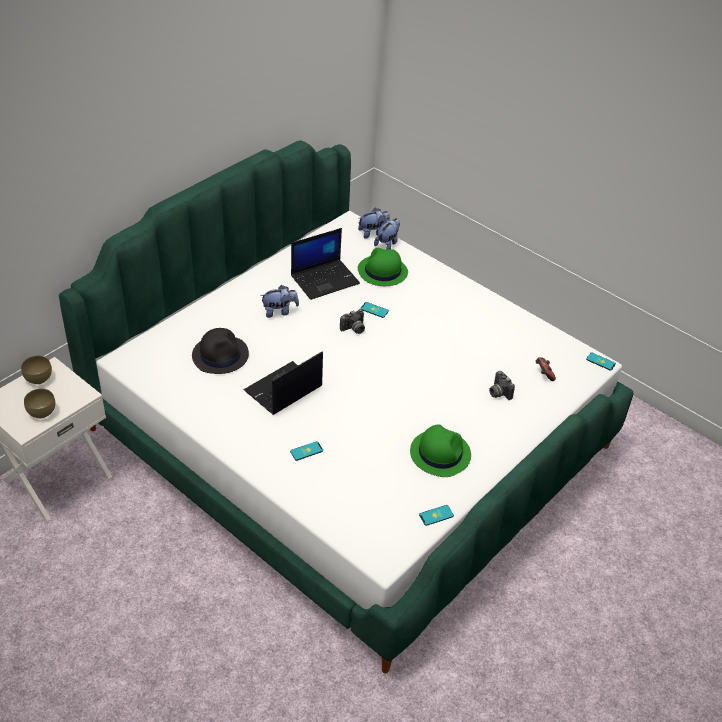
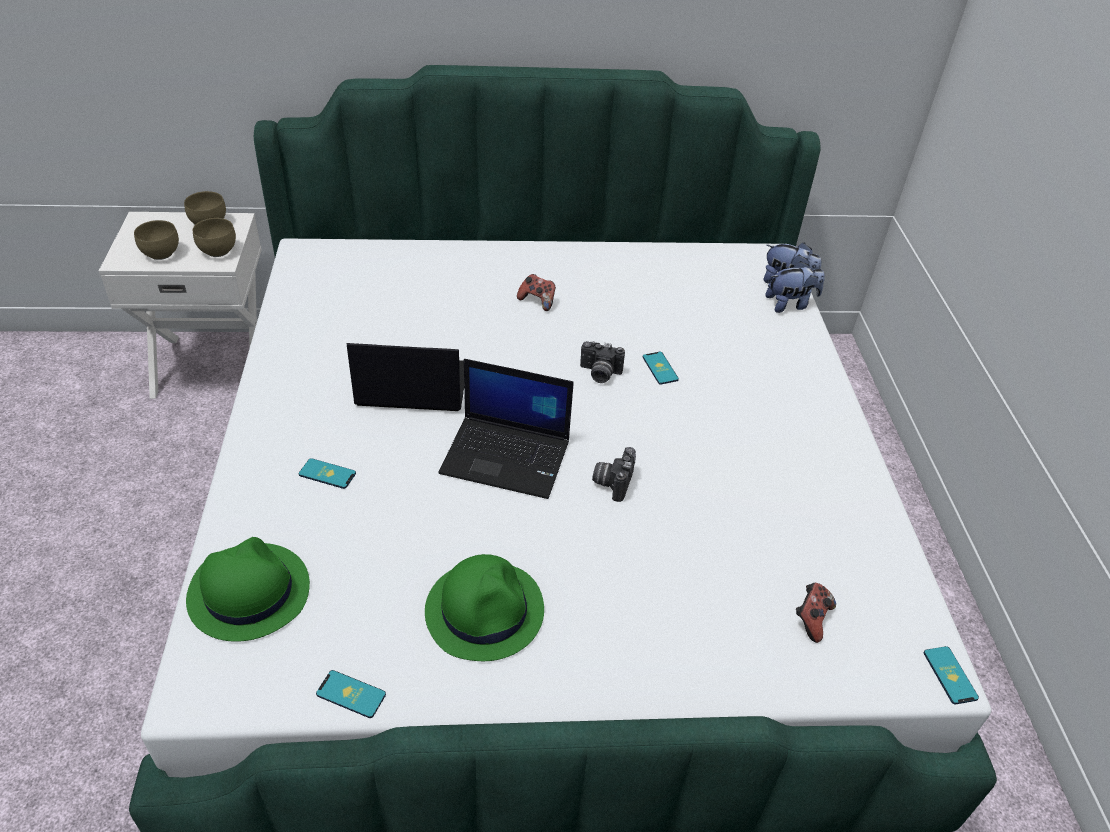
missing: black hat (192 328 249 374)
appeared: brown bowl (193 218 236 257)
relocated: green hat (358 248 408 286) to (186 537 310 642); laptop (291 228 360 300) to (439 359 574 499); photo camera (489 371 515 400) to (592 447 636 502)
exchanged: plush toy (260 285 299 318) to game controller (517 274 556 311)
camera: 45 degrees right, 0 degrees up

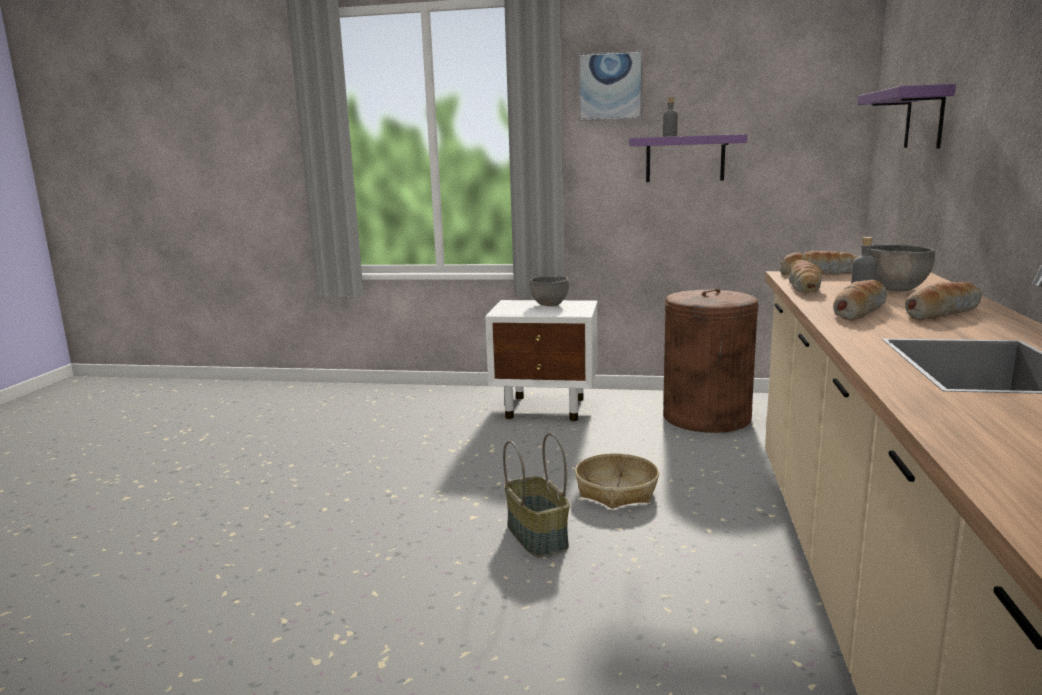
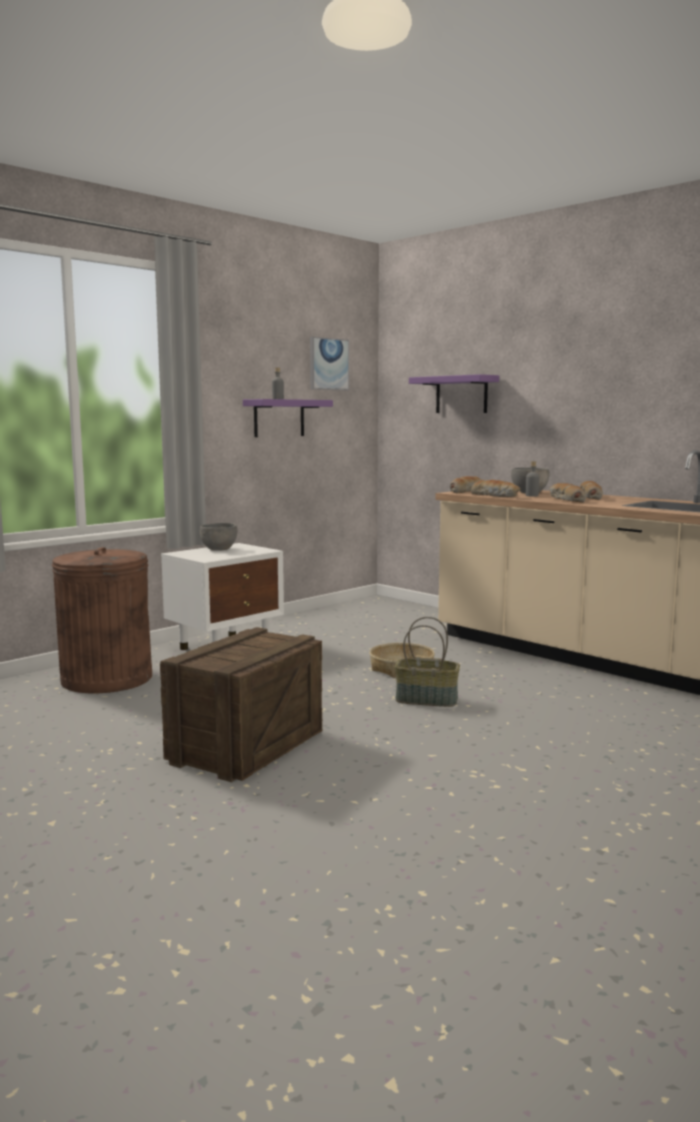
appeared: crate (160 627 322 782)
relocated: brown trash can (663 289 759 433) to (52 547 152 693); picture (578 50 643 121) to (310 336 349 391)
camera: 55 degrees left, 5 degrees down

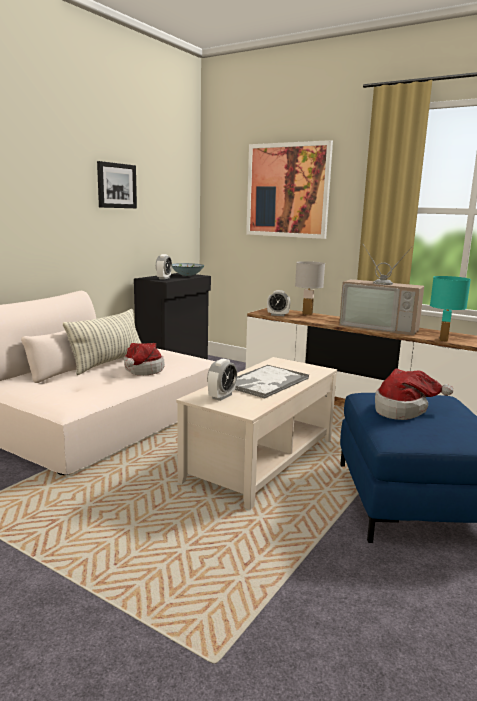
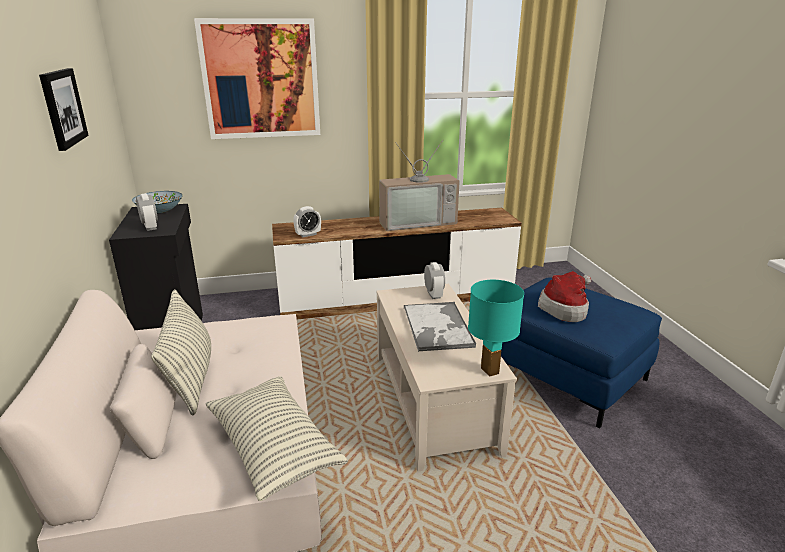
missing: hat (124 343 165 375); white table lamp (295 261 325 315)
appeared: pillow (205 376 348 501)
relocated: alarm clock (207 359 237 401) to (424 262 445 299); turquoise table lamp (430 276 471 342) to (468 280 524 377)
camera: 45 degrees left, 10 degrees up

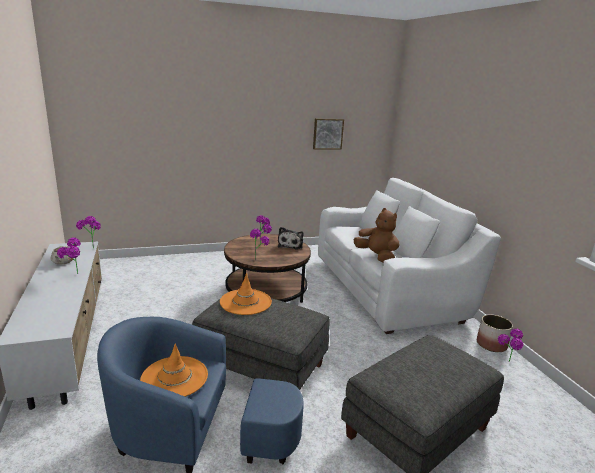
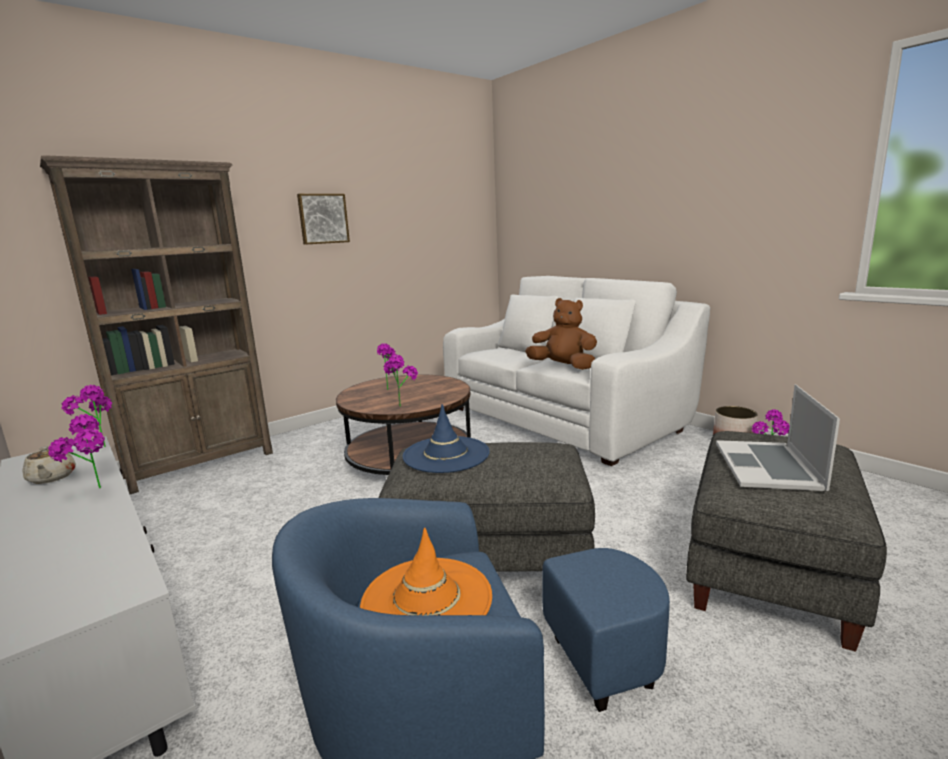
missing: plush toy (278 227 304 250)
appeared: brown bookcase (40 155 273 494); laptop (716 384 840 491)
relocated: picture (313 118 344 150) to (297 194 350 245)
colour: orange hat (220 273 272 315) to blue hat (402 404 490 473)
camera: 20 degrees left, 5 degrees down

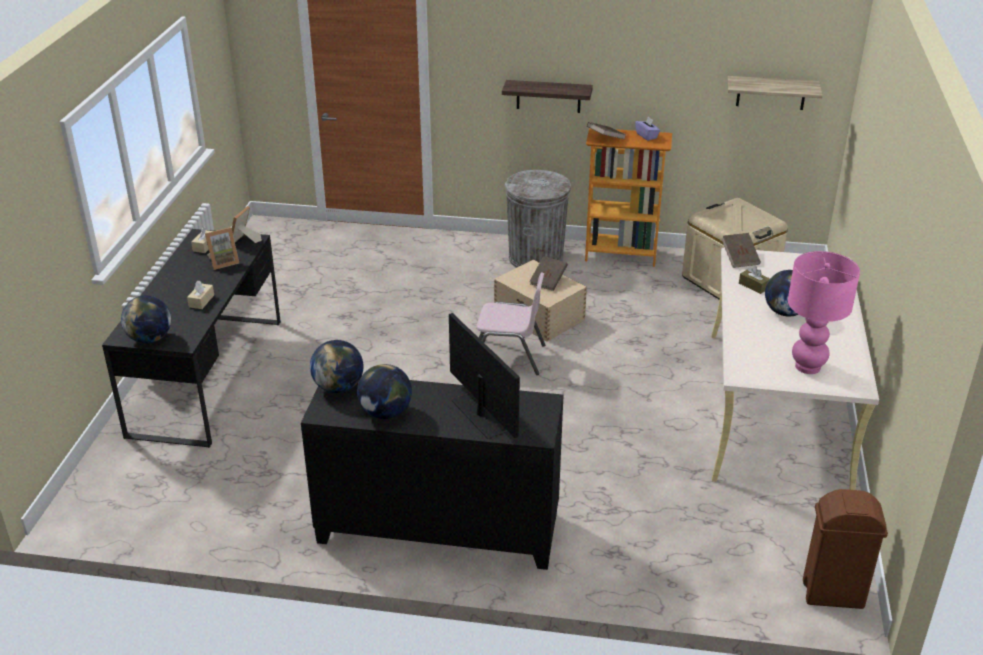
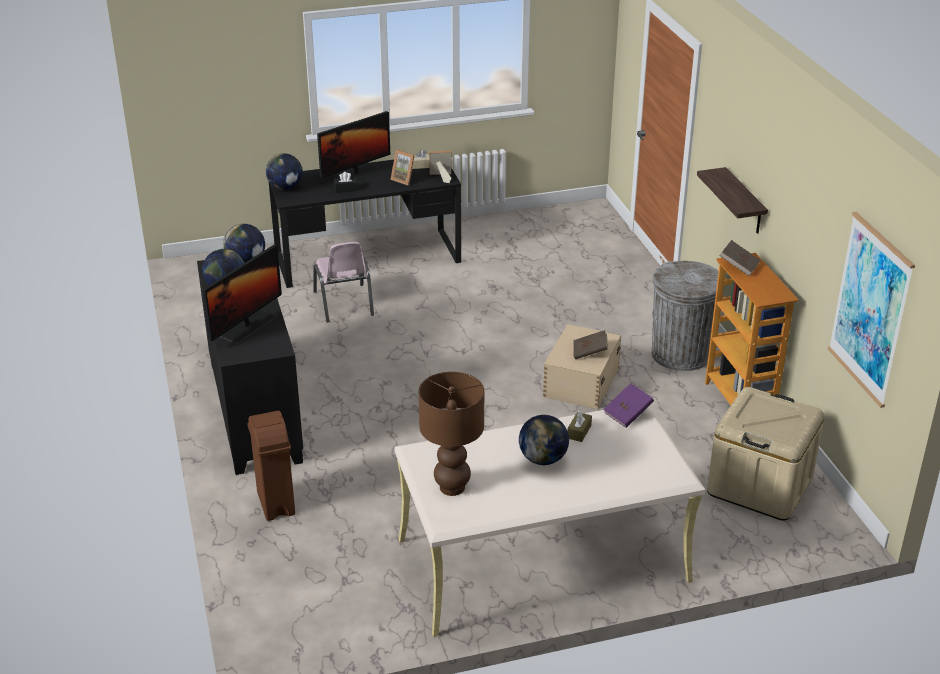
missing: purple tissue box (635 117 660 140)
appeared: monitor (317 111 390 180)
relocated: brown trash can (803 489 888 609) to (248 411 295 521); pink chair (476 272 545 375) to (313 242 374 323)
exchanged: shelf (727 76 823 110) to picture (828 212 915 408)
colour: beige tissue box (187 280 214 309) to black tissue box (334 172 358 193); pink table lamp (788 251 860 374) to brown table lamp (418 372 484 496); brown book (722 233 761 268) to purple book (603 383 654 428)
camera: 65 degrees right, 0 degrees up

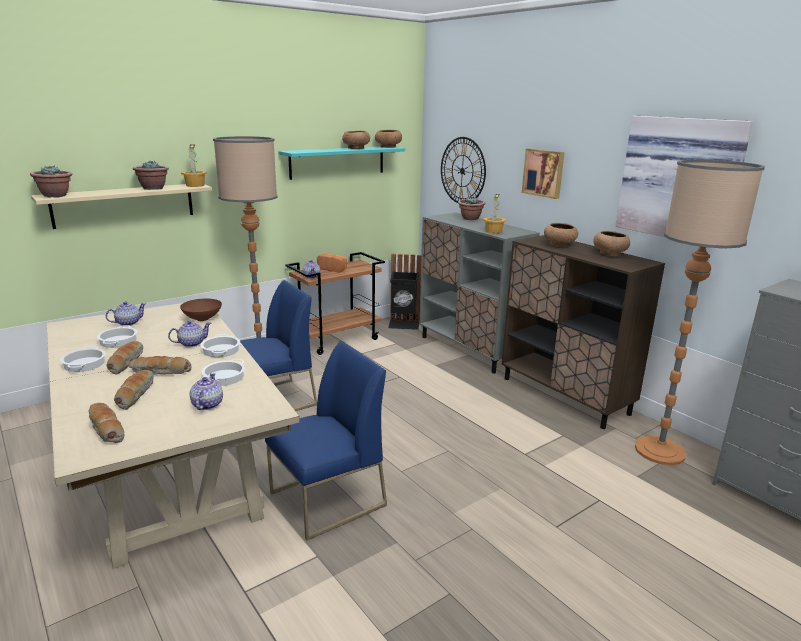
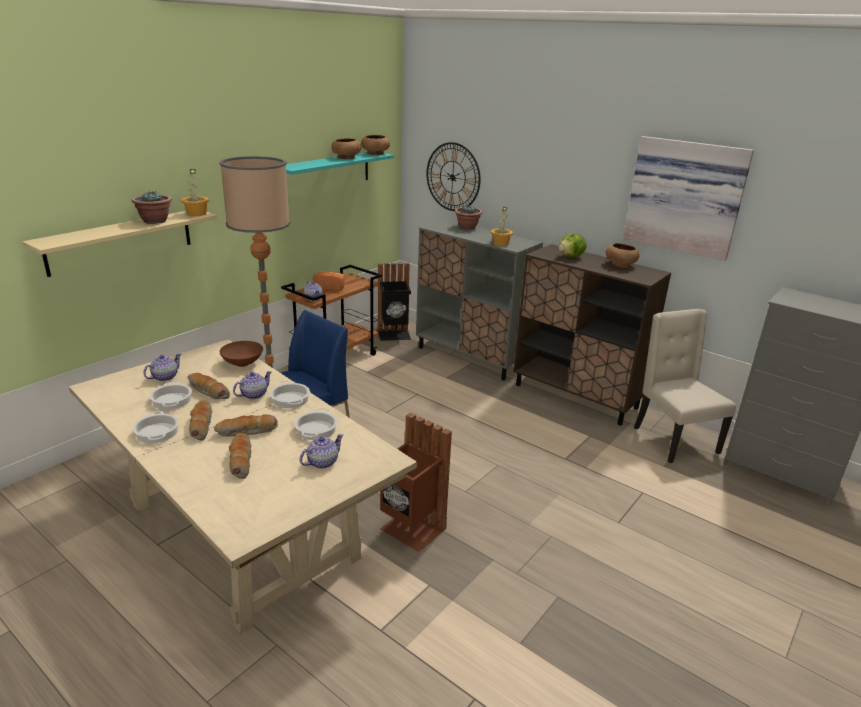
missing: potted plant (30 166 72 197); picture (522 148 565 199)
relocated: bread (89 403 125 443) to (188 373 230 399)
exchanged: blue chair (265 341 387 540) to brown trash can (380 413 452 552); brown bowl (544 223 578 247) to lettuce (559 233 587 257); floor lamp (635 159 765 465) to beige chair (634 309 736 463)
spun: teapot (190 373 223 410) = (300 434 343 469) 60 degrees clockwise
camera: 15 degrees left, 5 degrees up

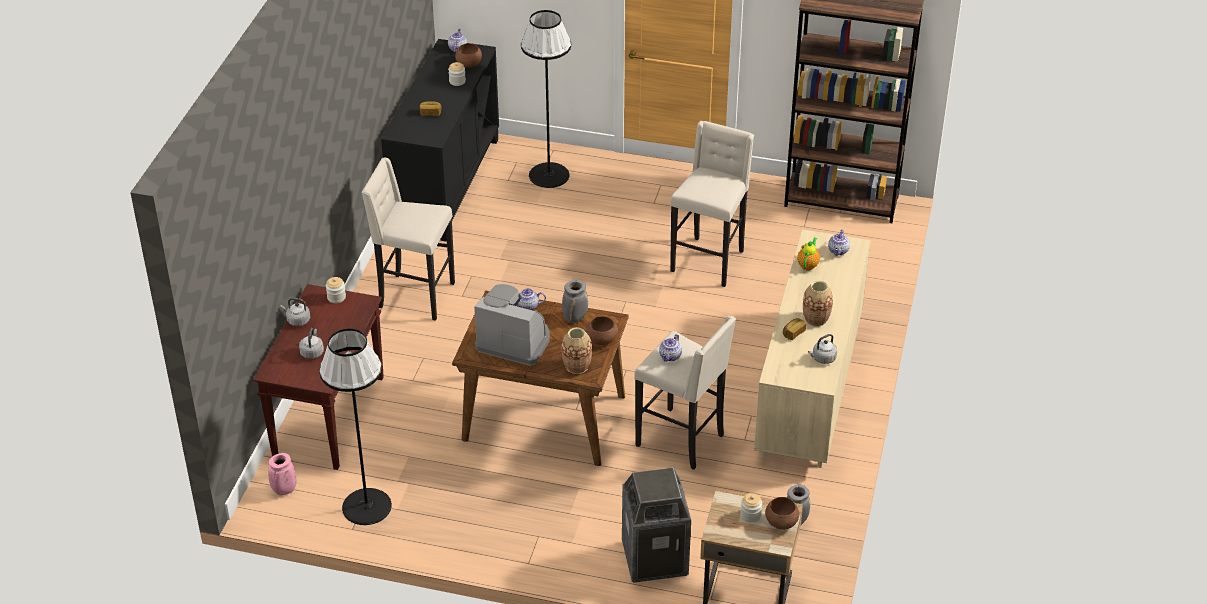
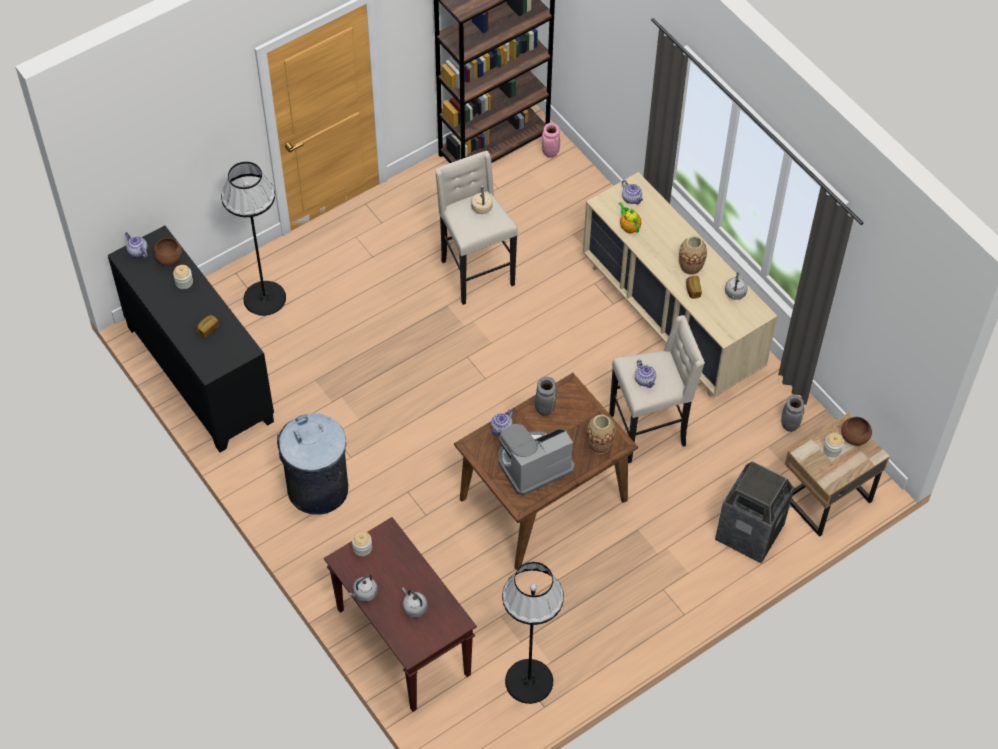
missing: brown bowl (586 316 618 345)
appeared: beige kettle (471 186 493 214)
relocated: pink vase (268 453 296 495) to (542 123 560 158)
exchanged: beige stool (362 158 455 321) to grey trash can (277 413 348 515)
camera: 50 degrees left, 15 degrees up

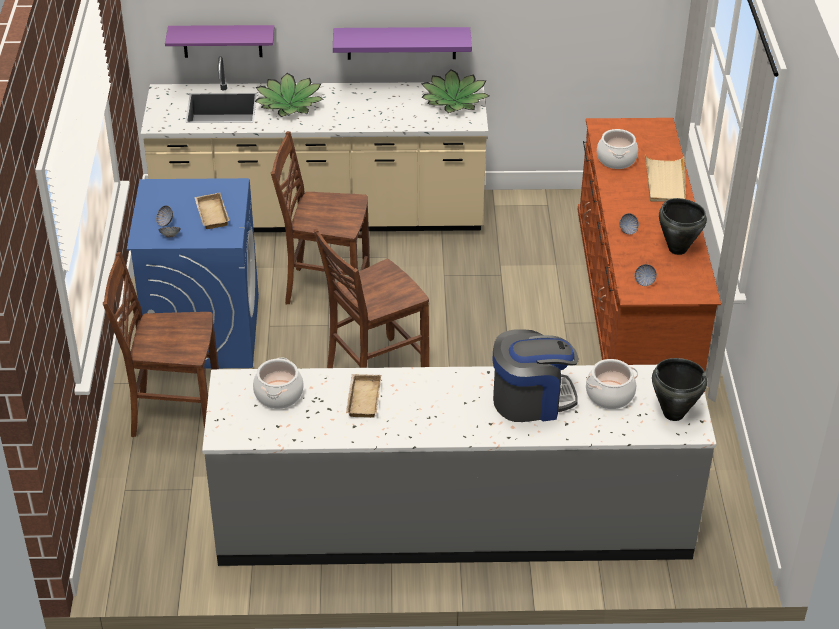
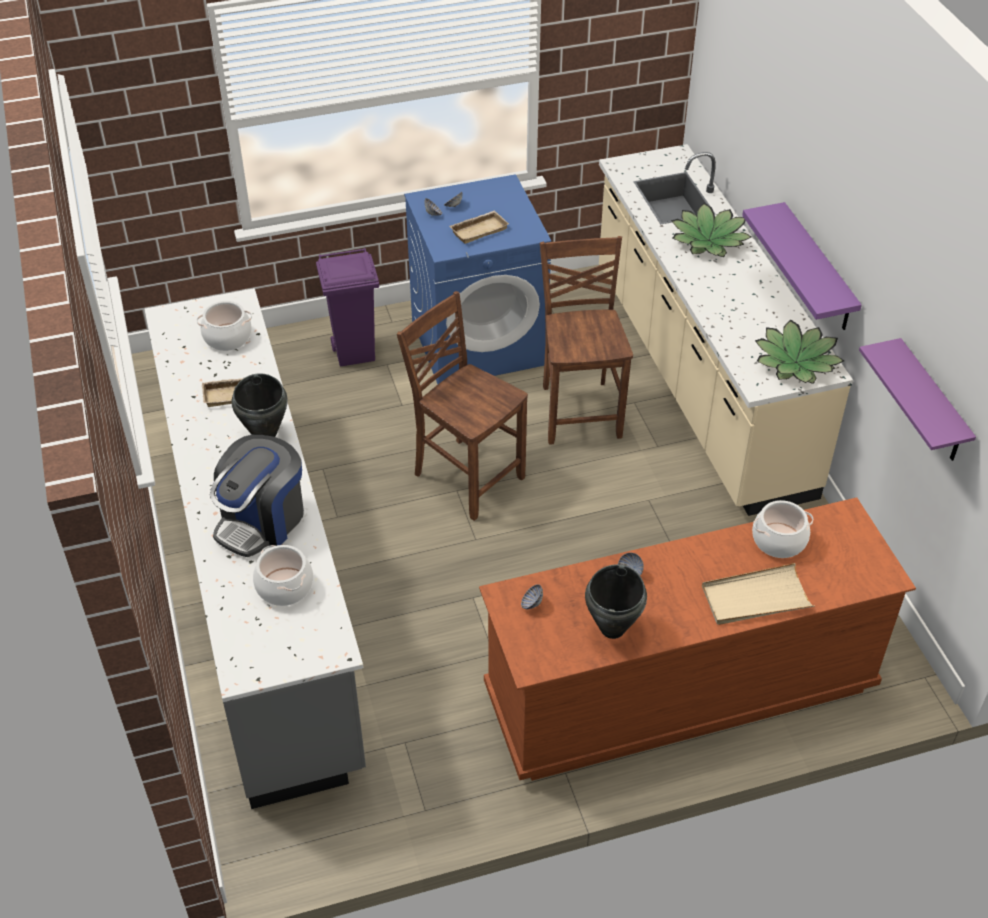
relocated: black cooking pot (652 358 707 421) to (231 373 288 437); purple shelf (165 25 274 58) to (859 338 976 461)
exchanged: brown chair (103 252 219 437) to purple trash can (316 248 379 367)
spun: coffee machine (492 329 578 422) = (210 435 304 557) 60 degrees clockwise
camera: 75 degrees right, 5 degrees up

